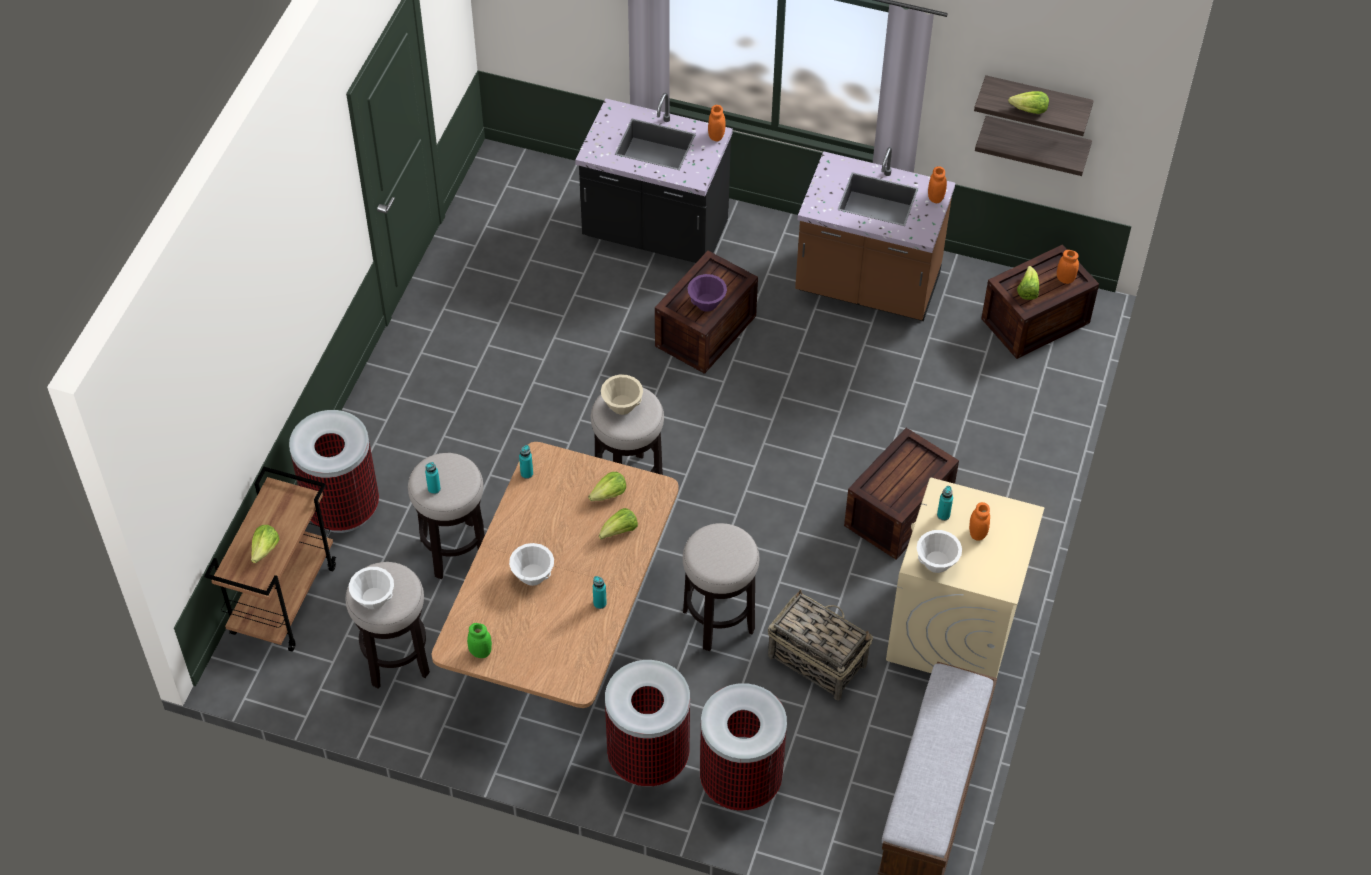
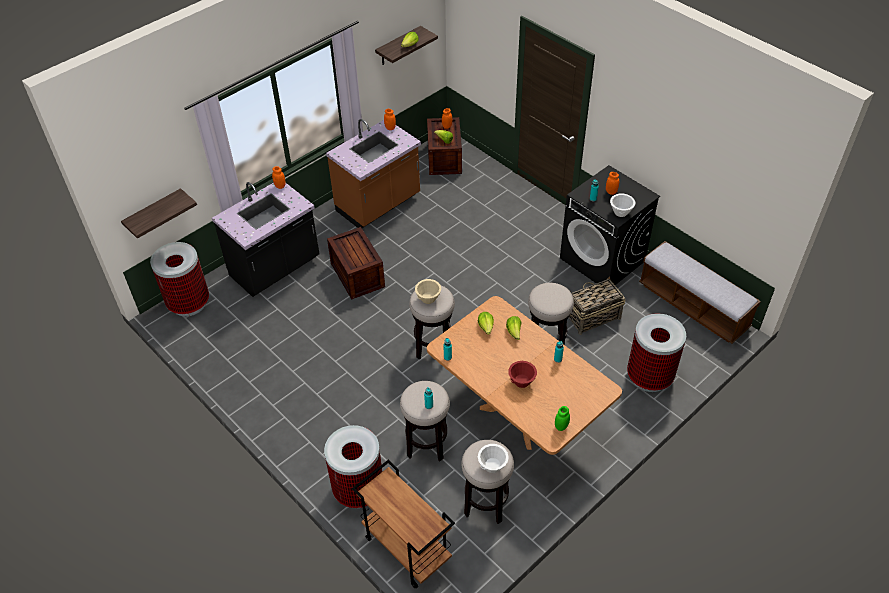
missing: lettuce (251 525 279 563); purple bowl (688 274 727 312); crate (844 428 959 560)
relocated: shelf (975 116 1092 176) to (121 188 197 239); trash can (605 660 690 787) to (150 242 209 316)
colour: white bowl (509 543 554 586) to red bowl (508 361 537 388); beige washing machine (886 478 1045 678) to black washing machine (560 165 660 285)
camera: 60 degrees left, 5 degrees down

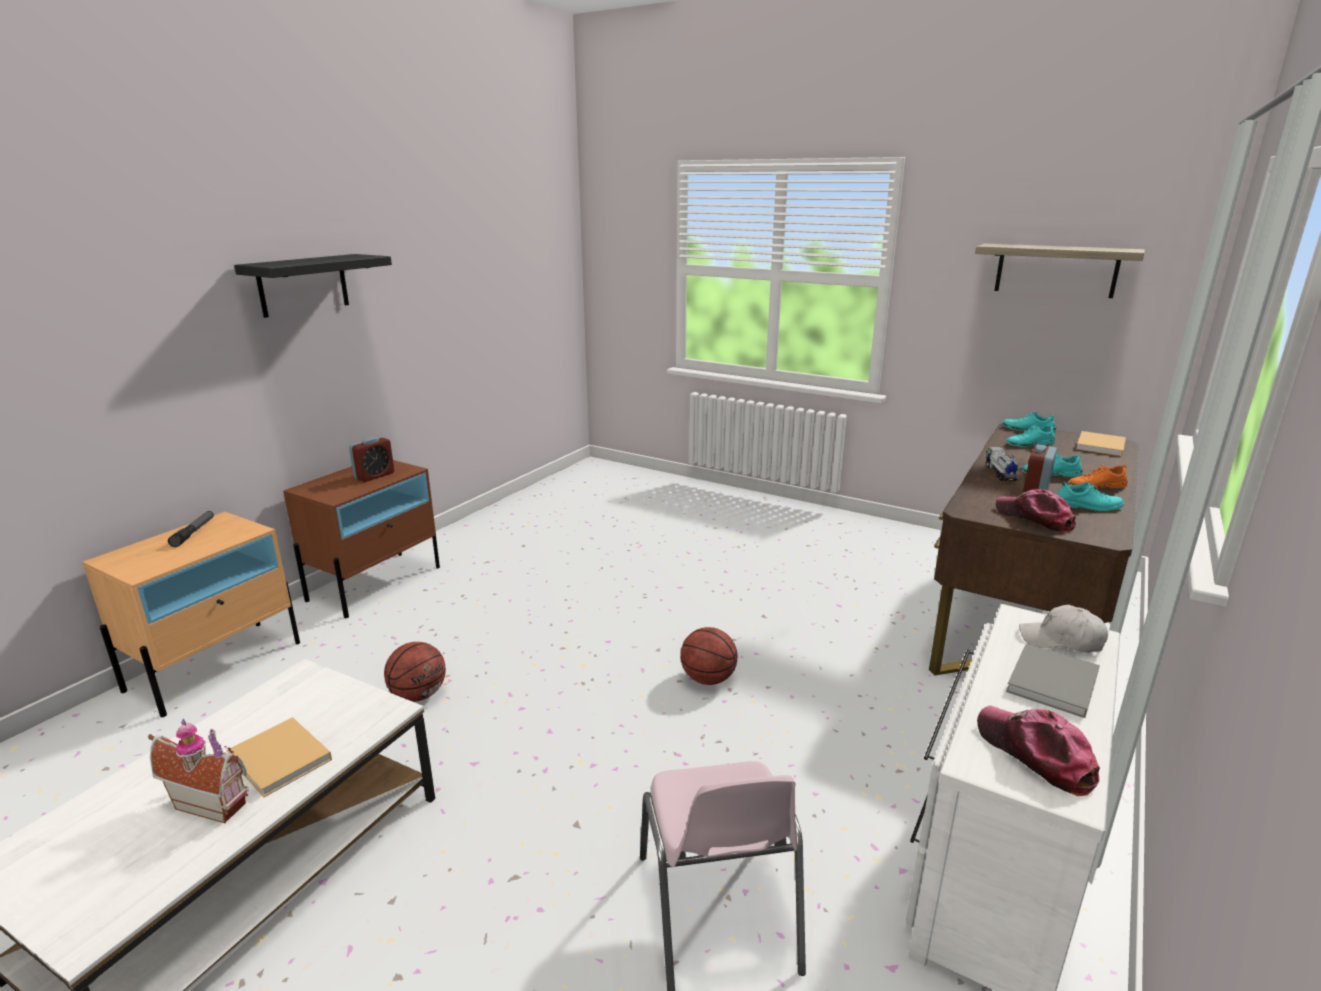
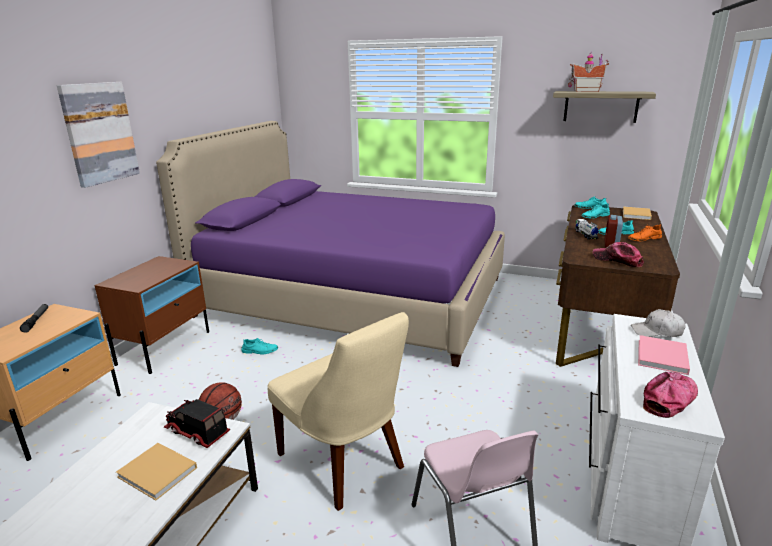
missing: alarm clock (349 437 394 482); basketball (681 627 737 685)
appeared: purple bed (156 121 505 367); toy truck (163 399 230 448); beige chair (267 312 409 511)
relocated: turquoise shoe (1057 482 1124 511) to (241 338 278 355); toy house (148 719 249 823) to (568 53 609 92)
exchanged: black shelf (234 254 392 318) to picture (57 82 140 188)
colour: grey book (1006 643 1100 718) to pink book (638 335 690 375)
spun: cap (977 706 1100 796) = (643 372 698 418) 90 degrees clockwise
camera: 10 degrees left, 0 degrees up

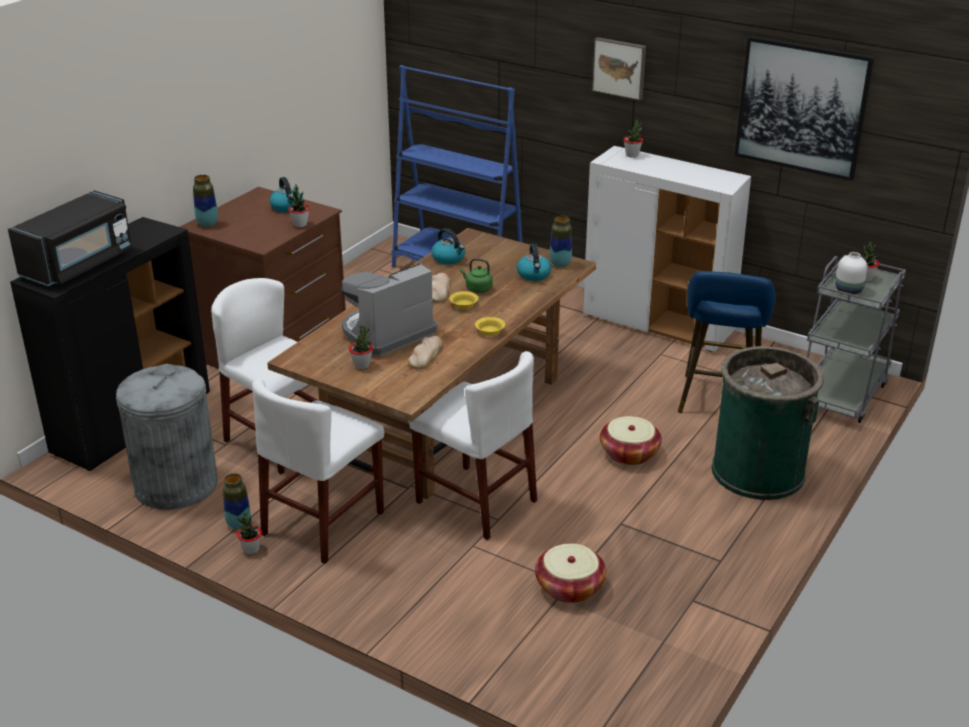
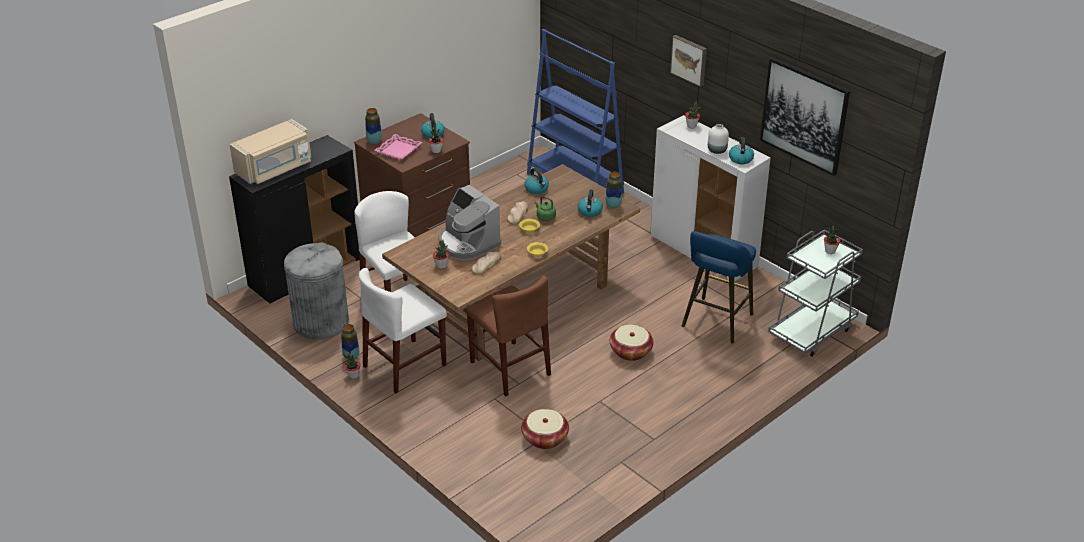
missing: green trash can (712 346 824 500)
appeared: pink tray (374 134 422 160); kettle (729 137 754 164)
relocated: white vase (835 252 868 294) to (708 124 729 154)
colour: black microwave (8 190 133 286) to beige microwave (229 119 312 184); white chair (409 351 537 540) to brown chair (465 276 551 396)
spun: coffee machine (341 263 437 357) = (438 185 501 261) 105 degrees counterclockwise
camera: 15 degrees right, 5 degrees up

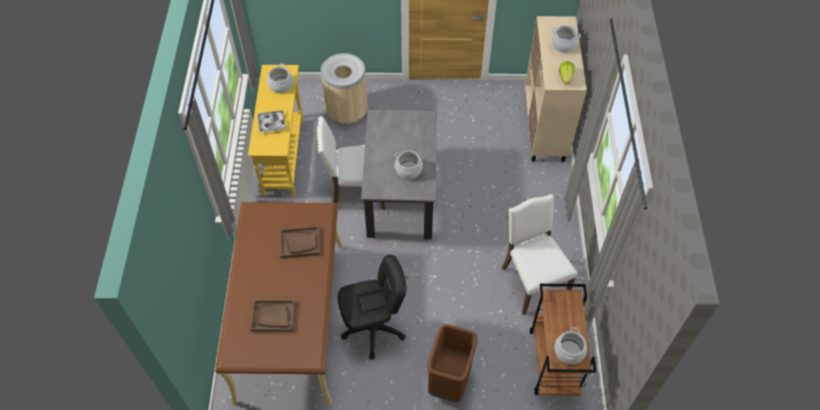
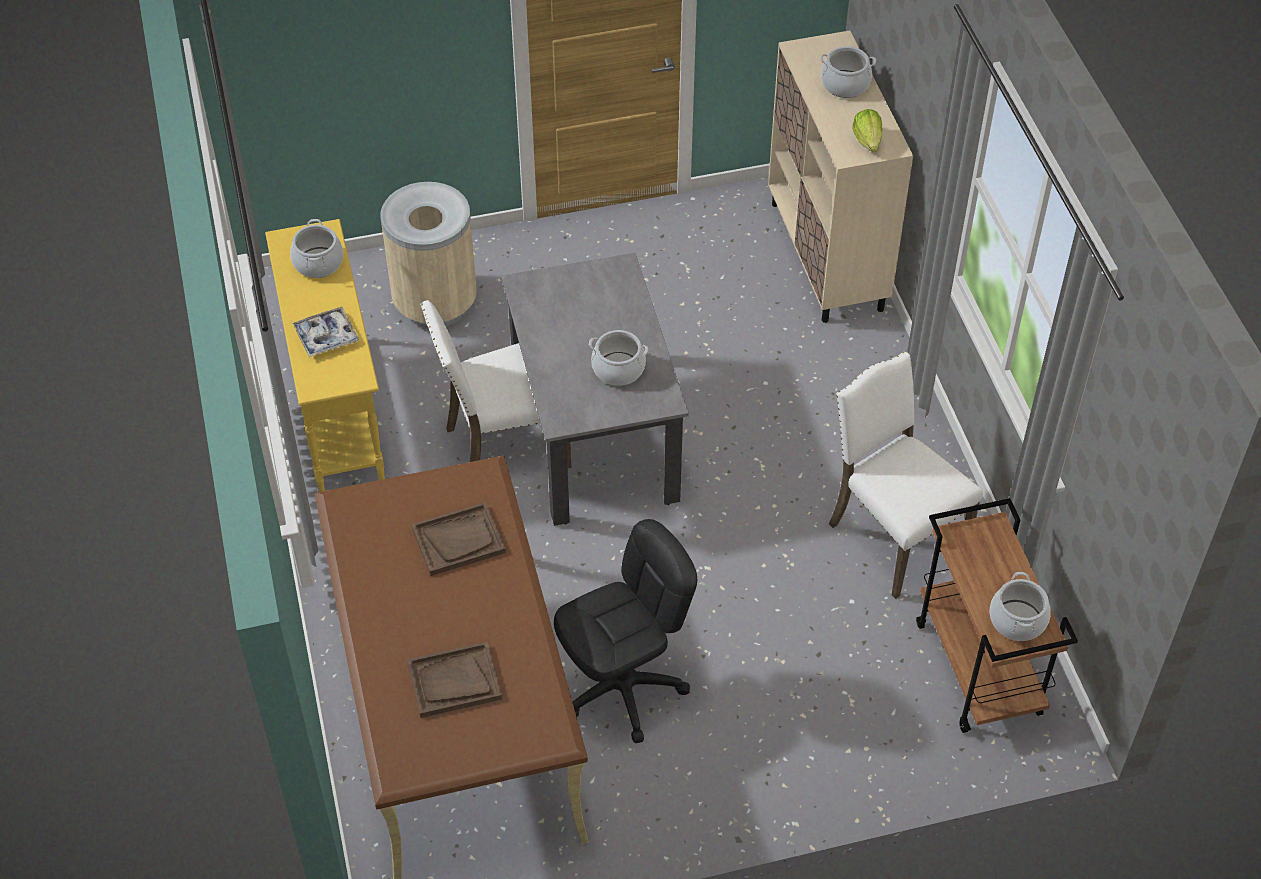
missing: brown trash can (427 324 478 403)
camera: 15 degrees left, 5 degrees down

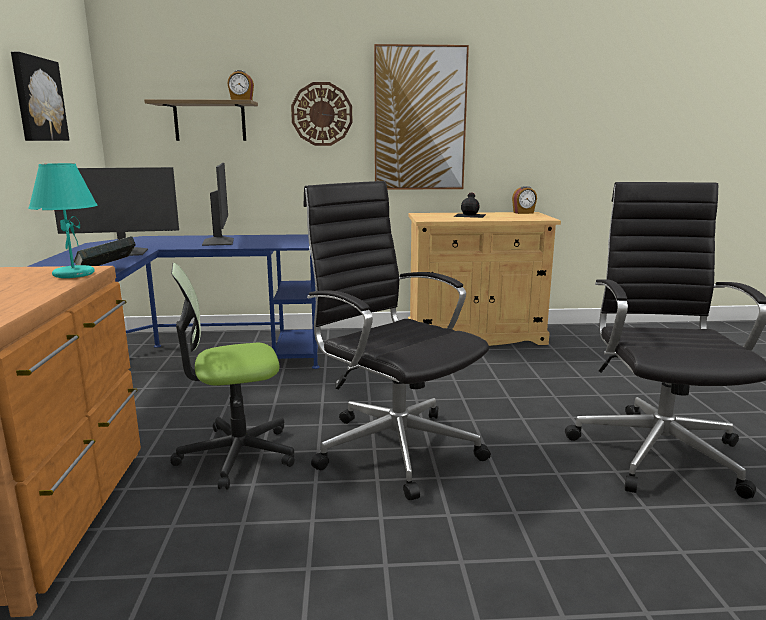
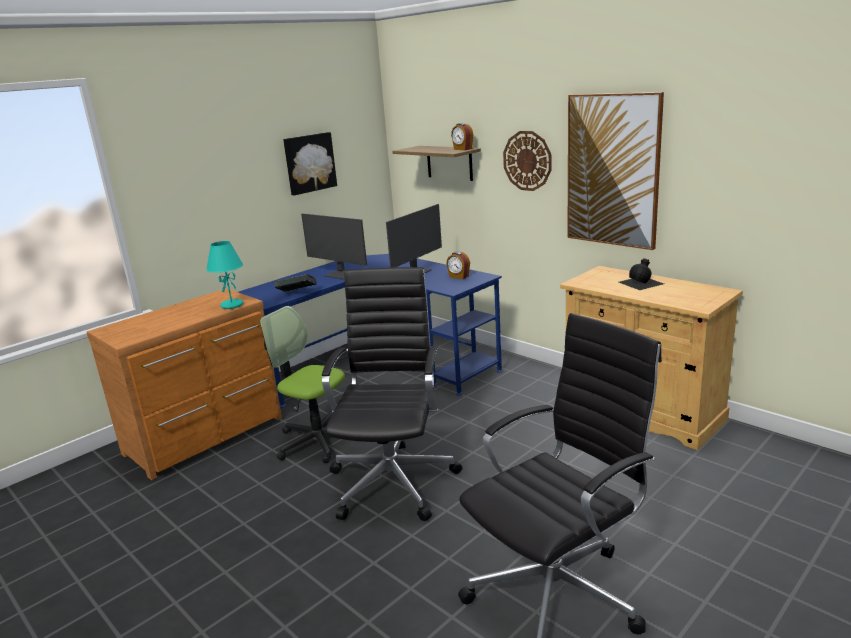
relocated: alarm clock (512 186 537 214) to (446 252 470 279)
camera: 50 degrees right, 5 degrees up

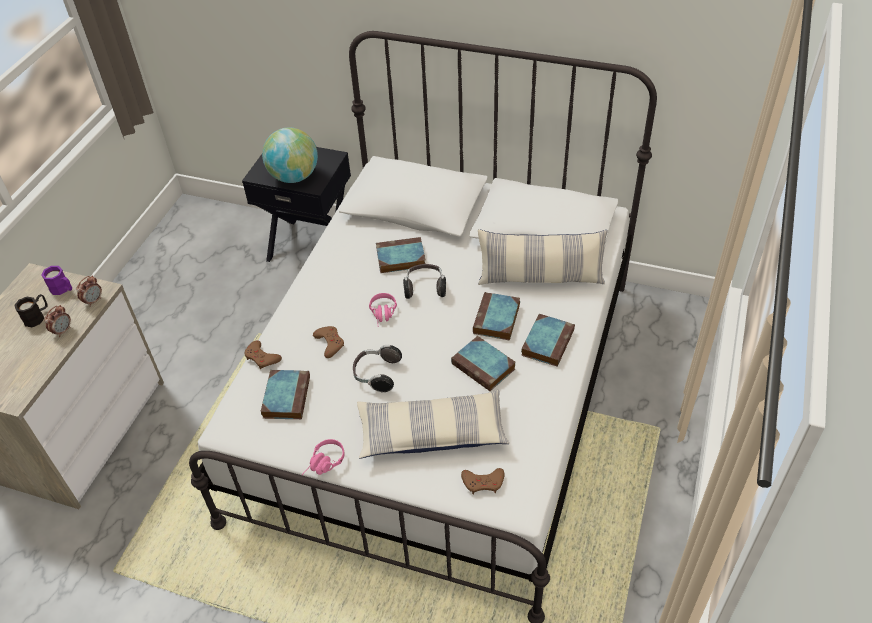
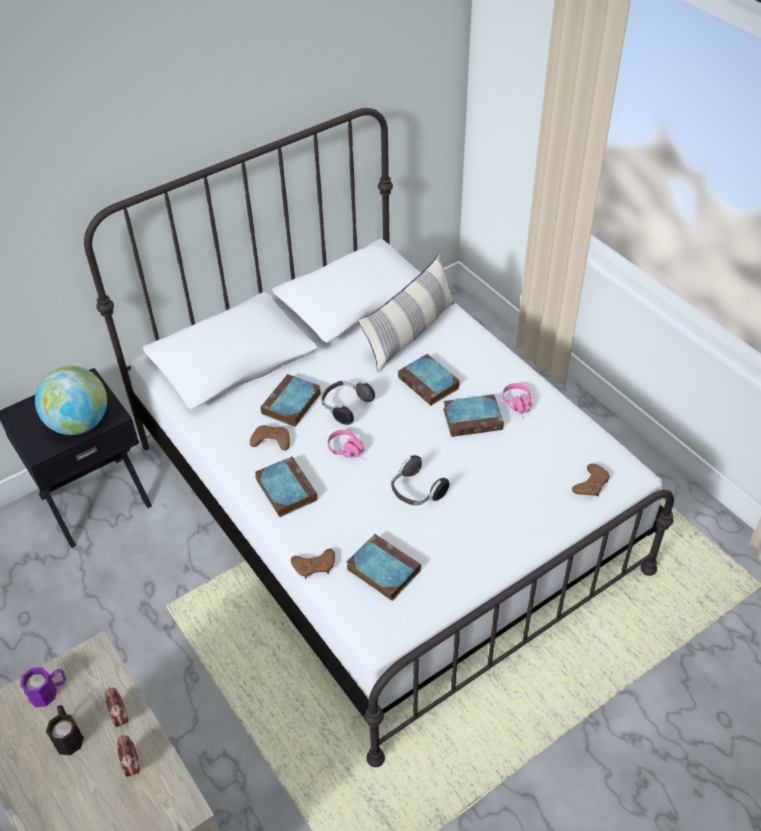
missing: pillow (357 390 509 459)
relocated: alarm clock (76 276 102 307) to (117 735 140 777); brown game controller (313 326 344 358) to (250 425 290 450); book (521 314 575 367) to (255 456 317 517); pink headphones (302 439 345 475) to (502 383 532 418)
camera: 55 degrees left, 0 degrees up

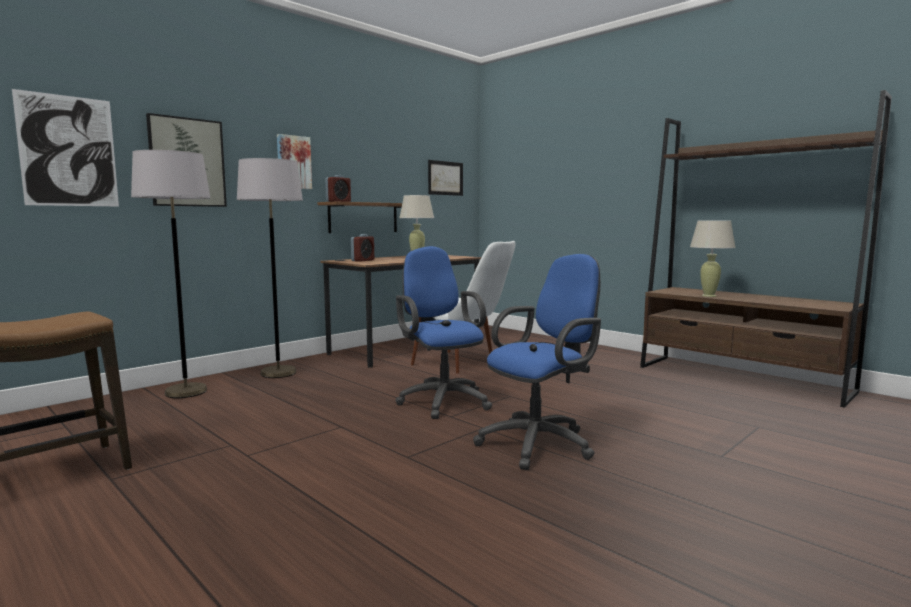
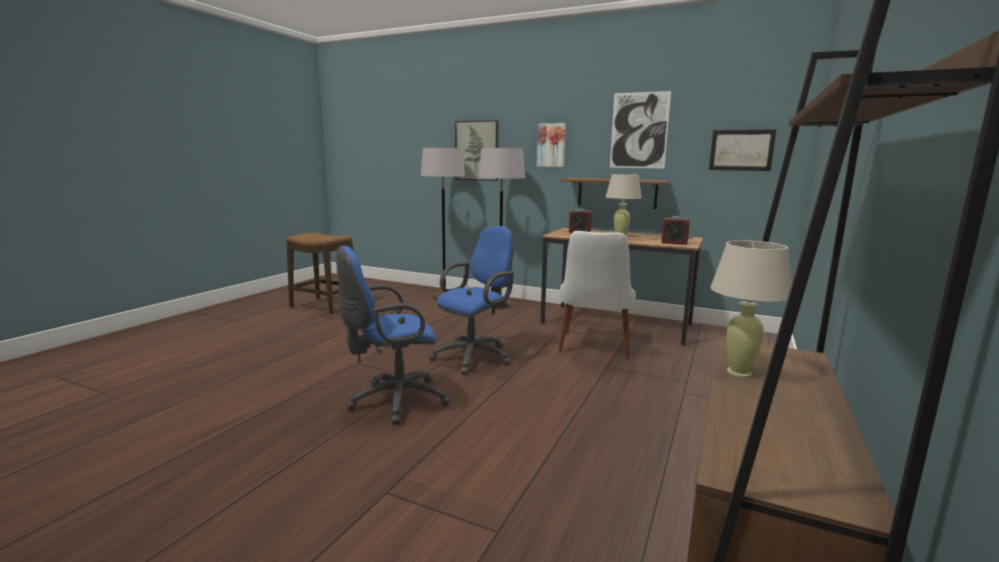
relocated: picture (12 89 119 206) to (610 91 671 168); alarm clock (325 175 351 202) to (662 216 690 245)
spun: blue office chair (473 254 601 470) = (336 246 451 425) 120 degrees clockwise
camera: 70 degrees right, 5 degrees up

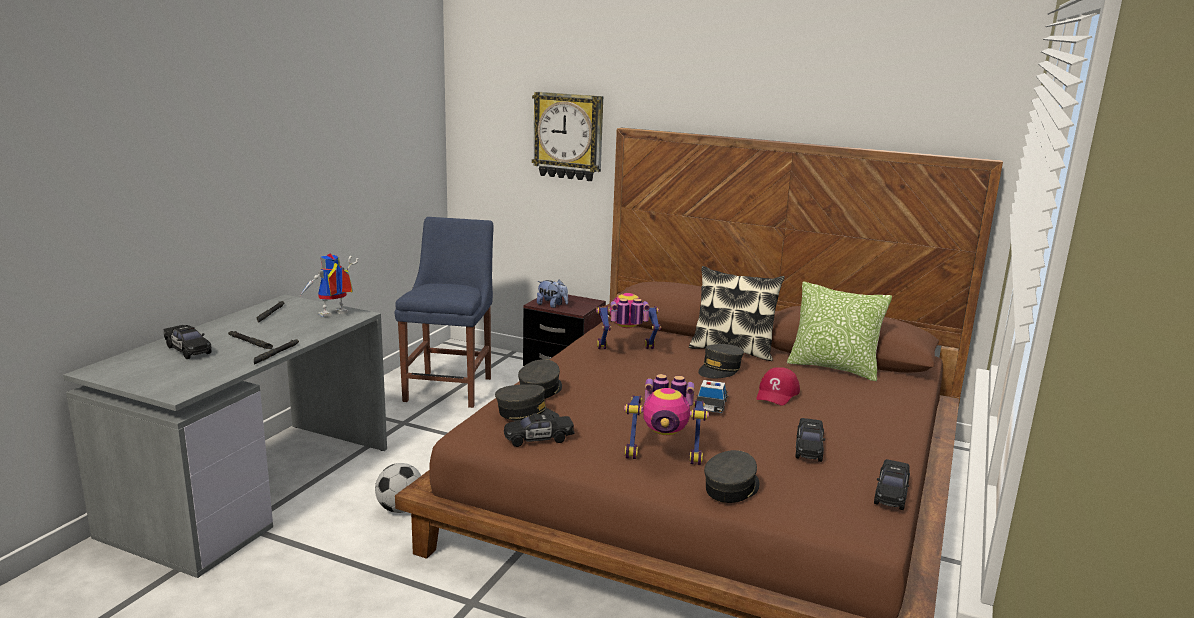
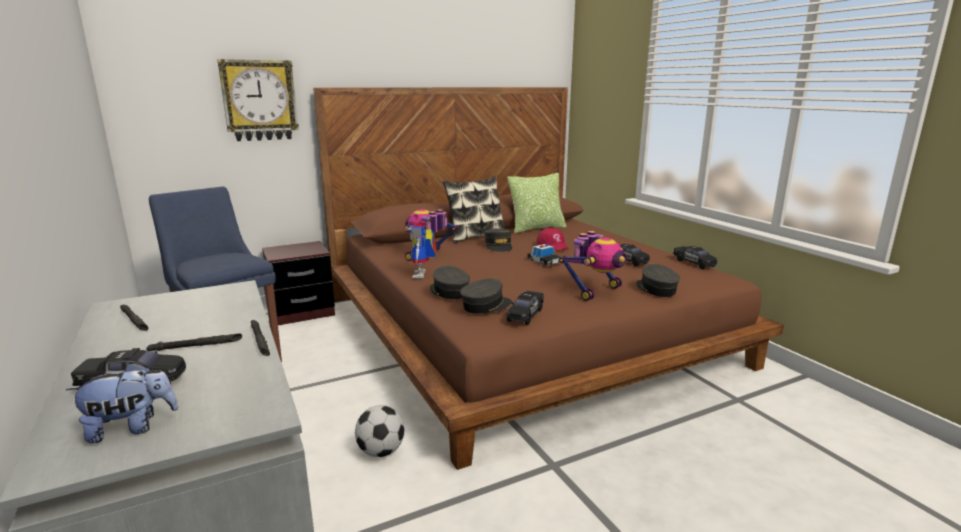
relocated: plush toy (537 280 568 308) to (66 362 178 443); toy robot (300 254 358 317) to (408 223 436 279)
camera: 50 degrees left, 0 degrees up

